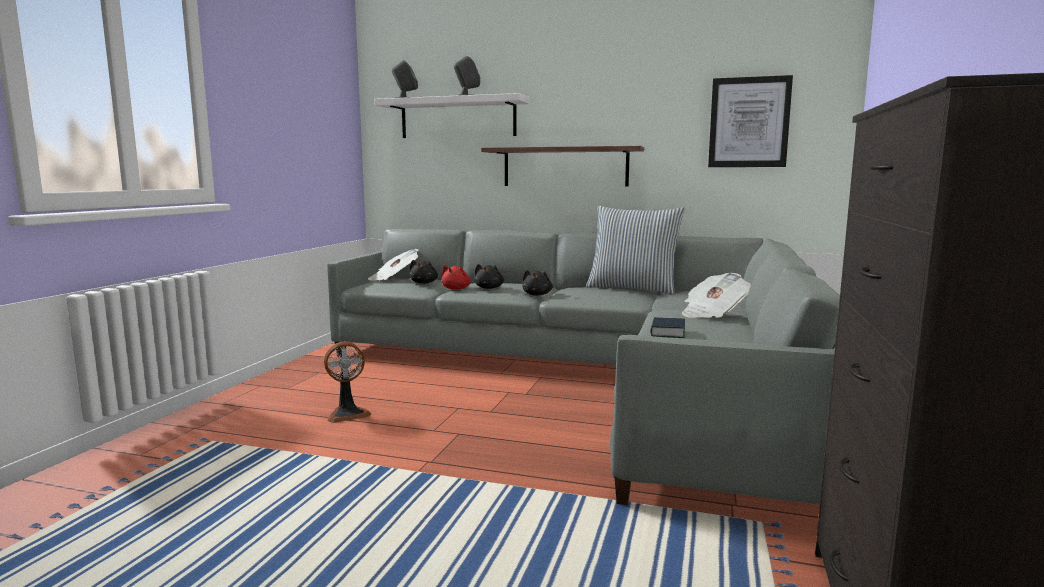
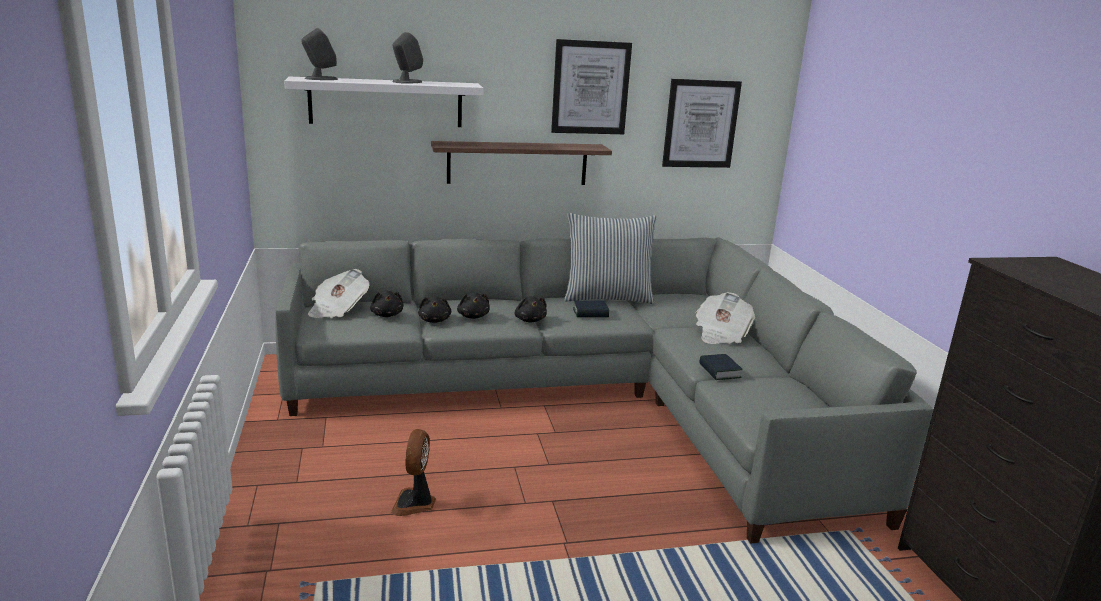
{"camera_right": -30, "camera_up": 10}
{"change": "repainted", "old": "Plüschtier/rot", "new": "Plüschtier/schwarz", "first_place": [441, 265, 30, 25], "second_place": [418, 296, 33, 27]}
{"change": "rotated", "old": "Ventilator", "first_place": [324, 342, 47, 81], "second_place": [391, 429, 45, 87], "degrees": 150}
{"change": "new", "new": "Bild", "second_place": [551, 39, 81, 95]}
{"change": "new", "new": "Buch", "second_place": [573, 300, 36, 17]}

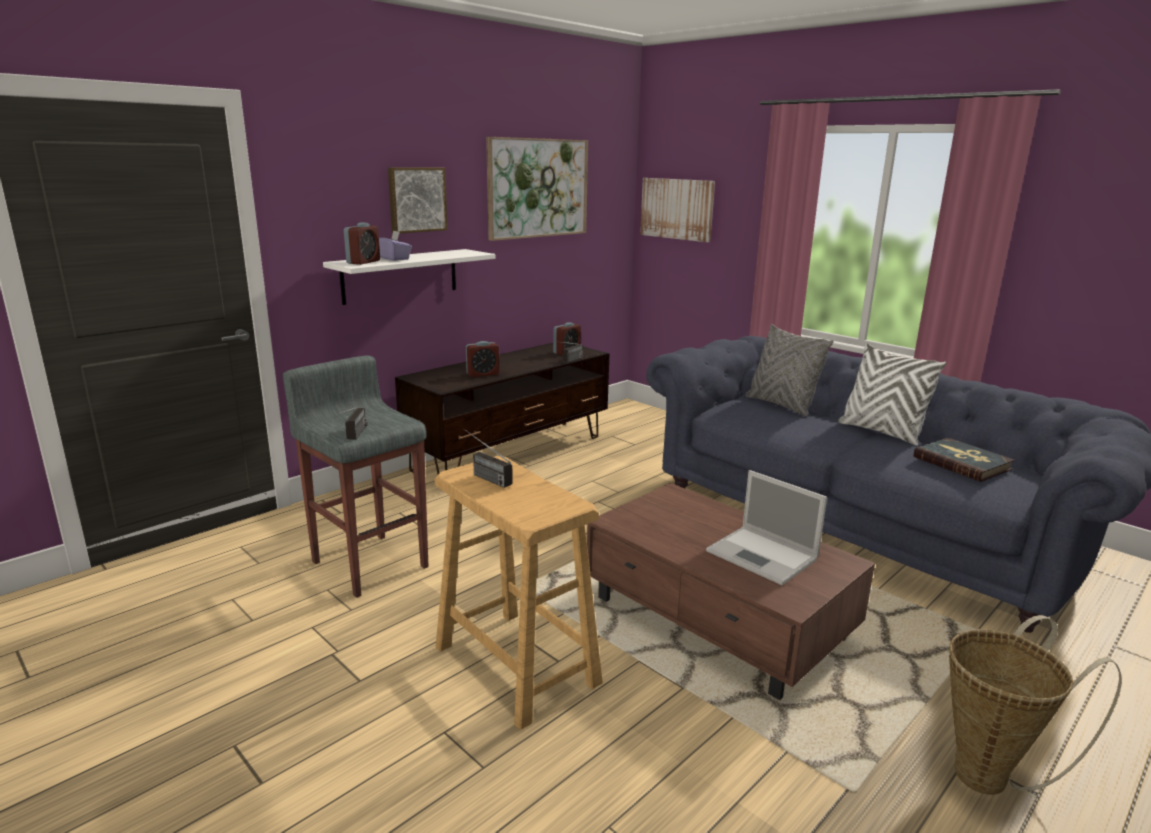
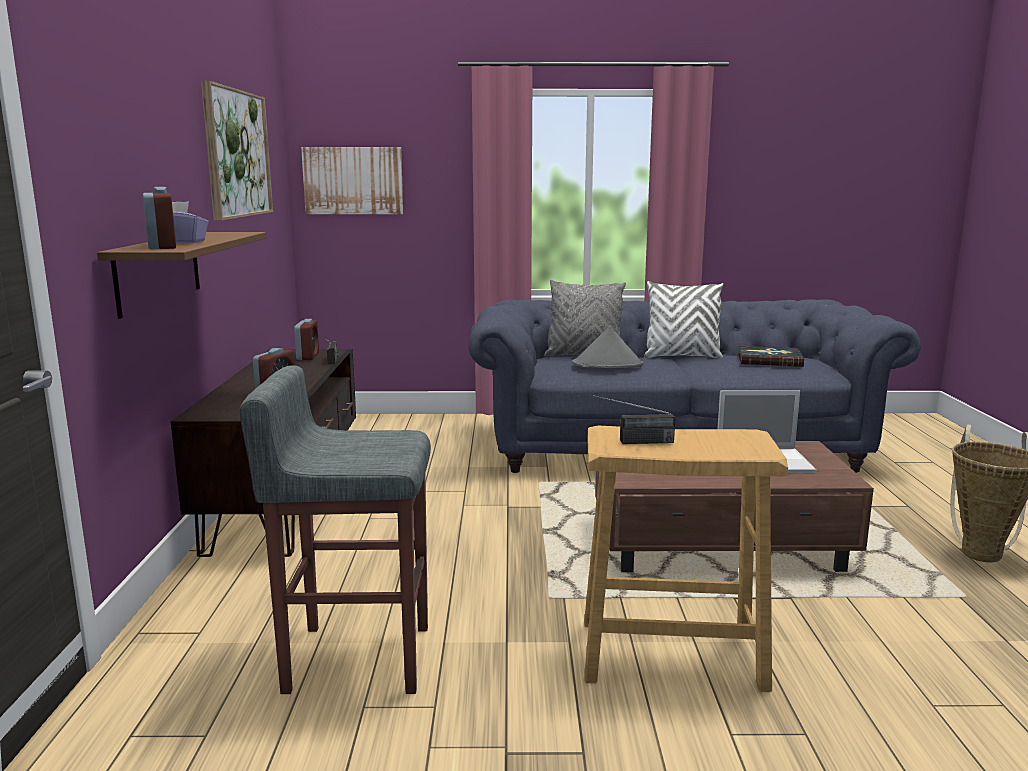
{"camera_right": -45, "camera_up": -5}
{"change": "gone", "old": "Bild", "first_place": [388, 168, 60, 66]}
{"change": "repainted", "old": "Wandregal/weiß", "new": "Wandregal/braun", "first_place": [323, 249, 172, 56], "second_place": [97, 232, 169, 87]}
{"change": "gone", "old": "Radio", "first_place": [338, 407, 30, 33]}
{"change": "new", "new": "Hut/grau", "second_place": [572, 326, 71, 42]}

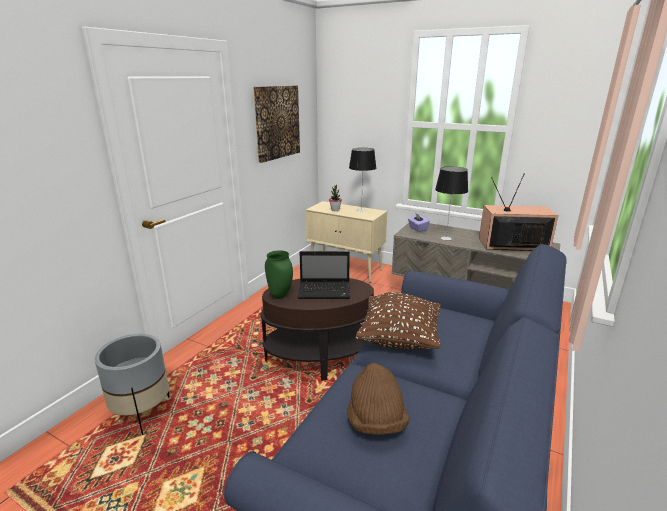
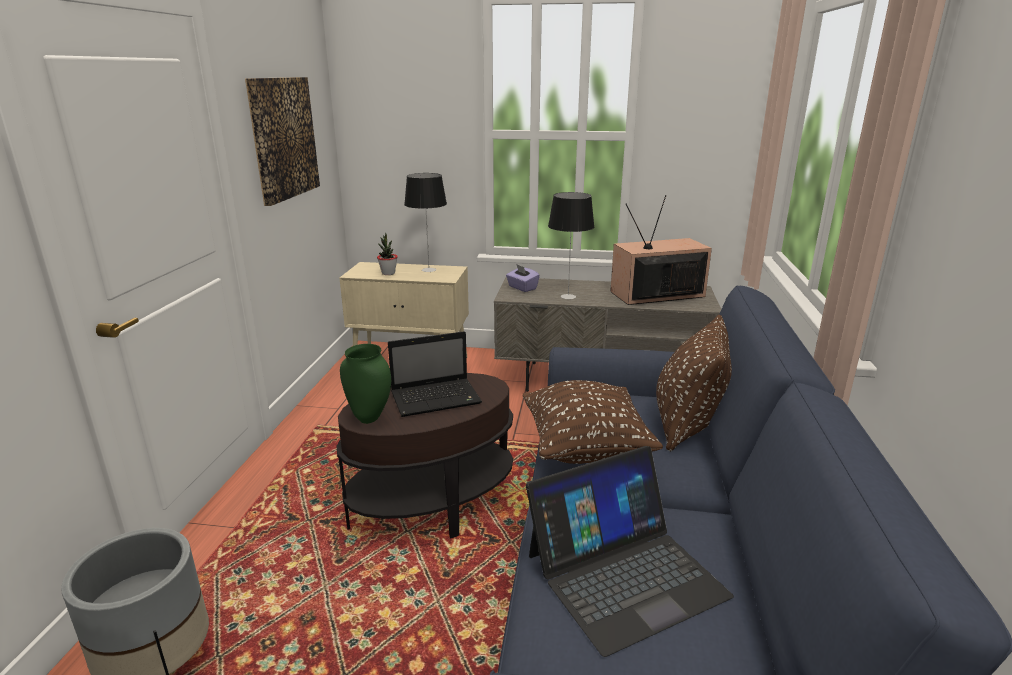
{"camera_right": -20, "camera_up": 0}
{"change": "swapped", "old": "Hut/braun", "new": "Laptop", "first_place": [347, 363, 63, 72], "second_place": [526, 446, 208, 211]}
{"change": "new", "new": "Kissen/braun", "second_place": [656, 314, 76, 137]}

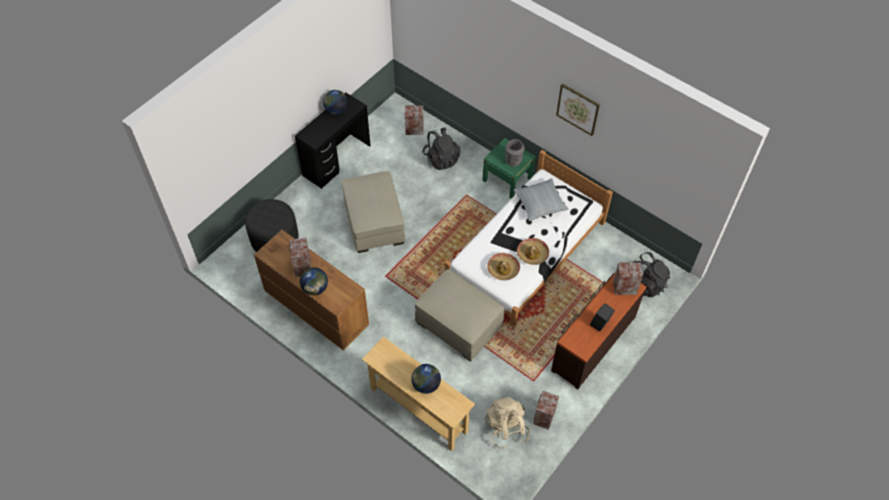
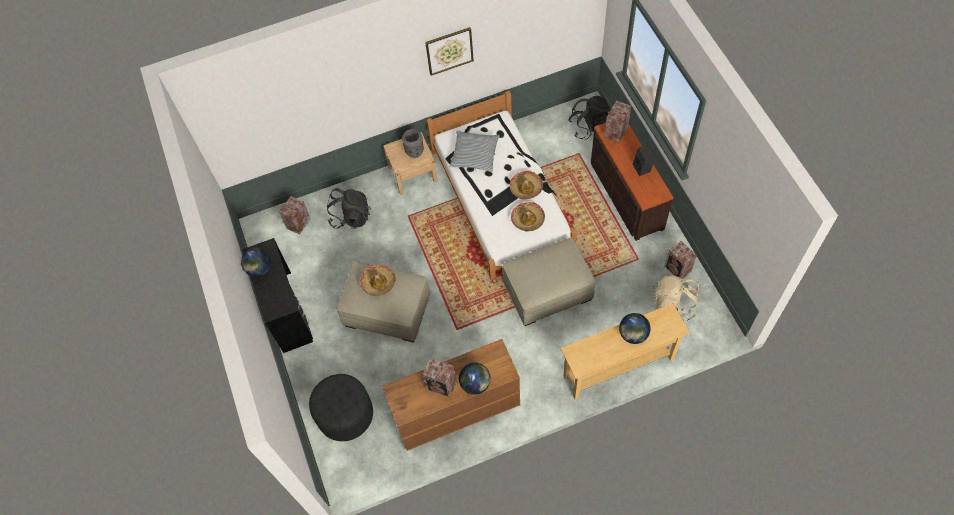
{"camera_right": -55, "camera_up": 5}
{"change": "repainted", "old": "Nachttisch/grün", "new": "Nachttisch/beige", "first_place": [482, 138, 53, 61], "second_place": [383, 132, 55, 63]}
{"change": "new", "new": "Hut", "second_place": [360, 264, 36, 32]}

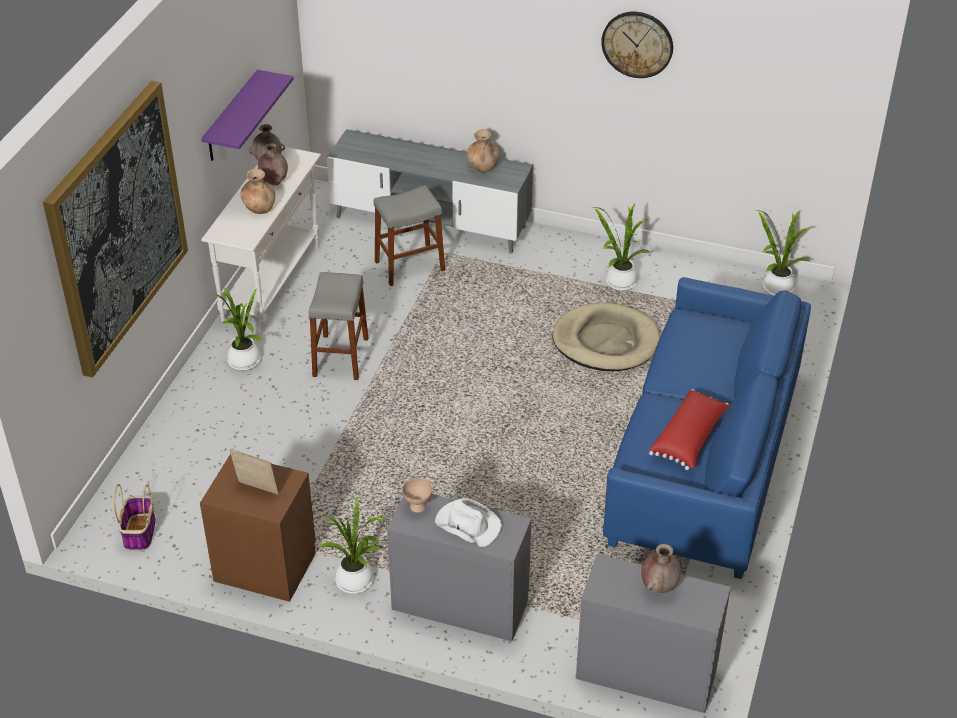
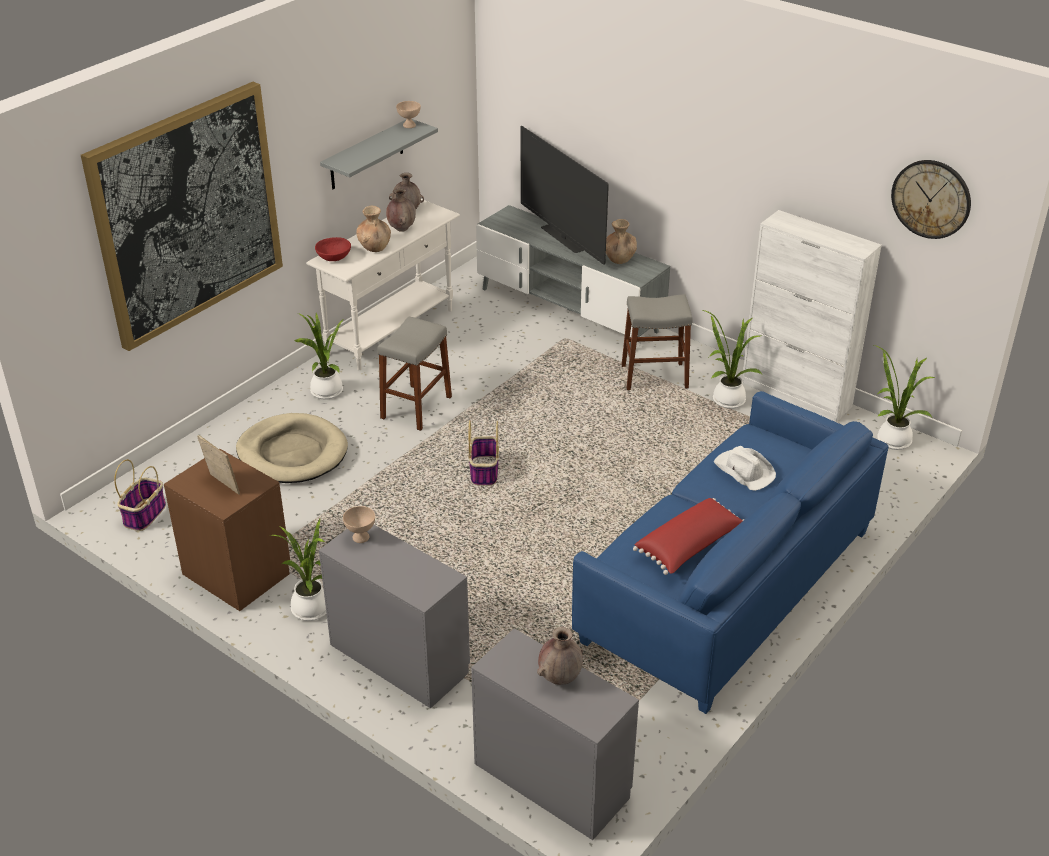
{"camera_right": 20, "camera_up": -5}
{"change": "shifted", "old": "Wanduhr", "first_place": [601, 12, 72, 66], "second_place": [891, 160, 80, 79]}
{"change": "repainted", "old": "Wandregal/lila", "new": "Wandregal/grau", "first_place": [201, 70, 92, 91], "second_place": [320, 119, 118, 70]}
{"change": "shifted", "old": "Hocker/grau", "first_place": [374, 185, 71, 101], "second_place": [621, 294, 72, 96]}
{"change": "shifted", "old": "Hundebett/beige", "first_place": [552, 303, 108, 68], "second_place": [236, 413, 112, 70]}
{"change": "shifted", "old": "Hut/weiß", "first_place": [435, 498, 67, 49], "second_place": [714, 446, 62, 45]}
{"change": "new", "new": "Schüssel/beige", "second_place": [396, 101, 25, 27]}
{"change": "new", "new": "Fernseher", "second_place": [521, 126, 88, 139]}
{"change": "new", "new": "Schrank/weiß", "second_place": [742, 210, 140, 212]}
{"change": "new", "new": "Schüssel/rot", "second_place": [315, 237, 36, 24]}
{"change": "new", "new": "Korb", "second_place": [468, 420, 31, 66]}

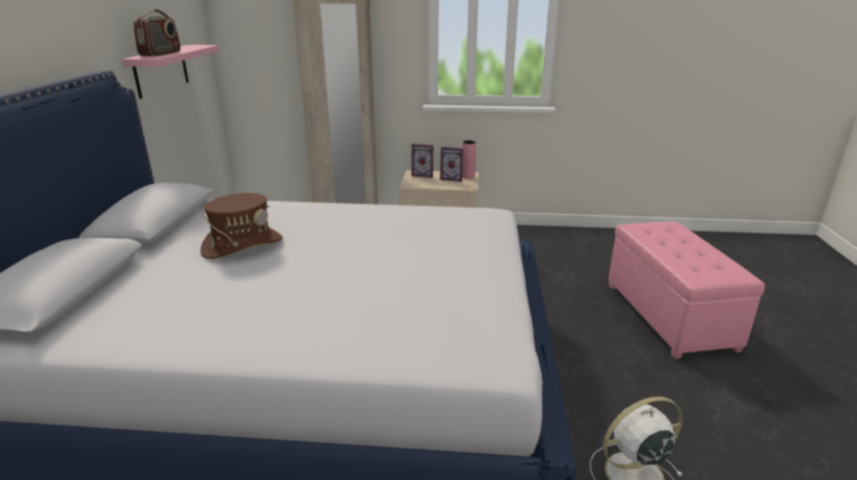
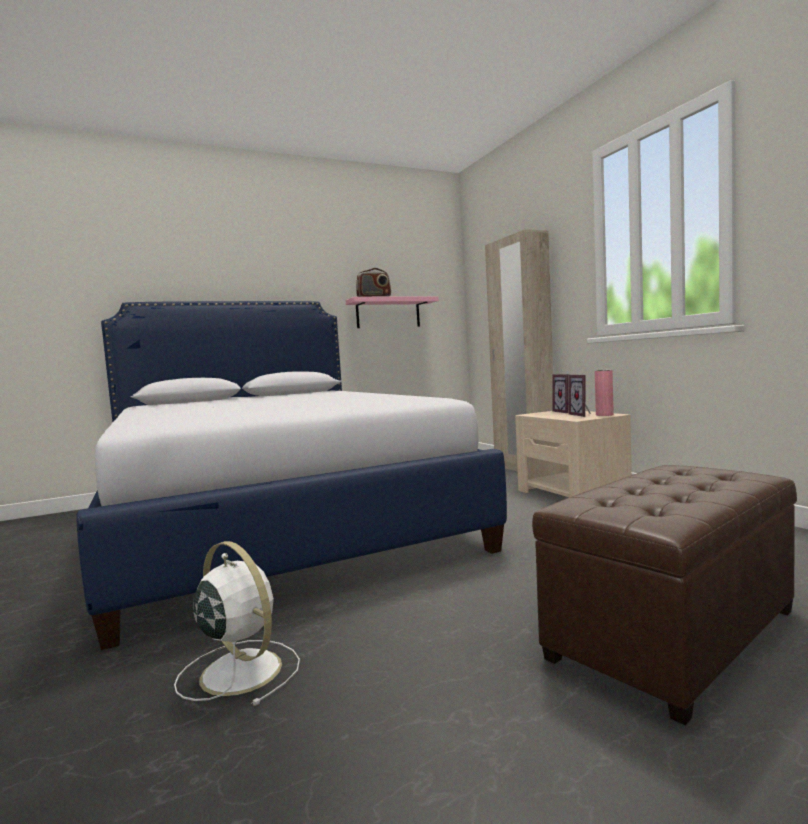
{"camera_right": 60, "camera_up": -20}
{"change": "gone", "old": "Hut/braun", "first_place": [201, 193, 82, 66]}
{"change": "repainted", "old": "Polsterhocker/rosa", "new": "Polsterhocker/braun", "first_place": [608, 222, 157, 137], "second_place": [532, 465, 265, 260]}

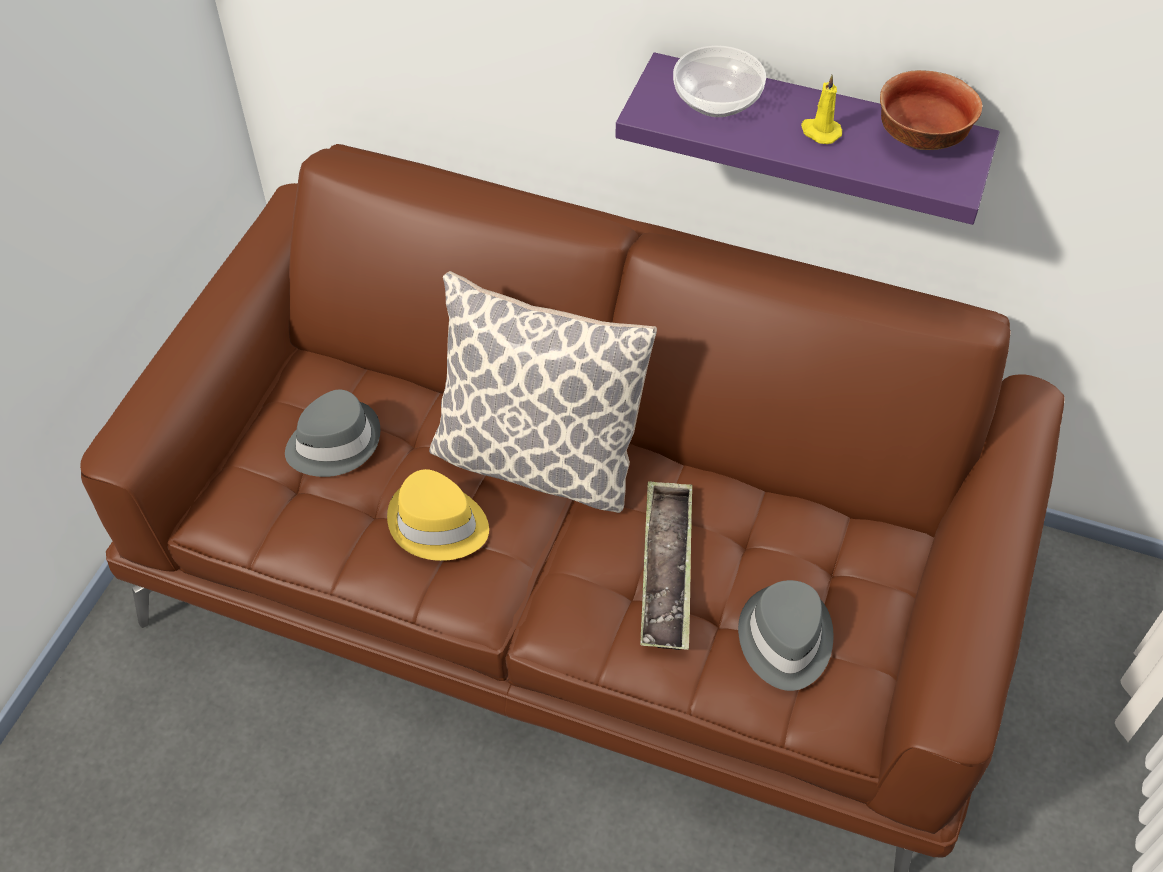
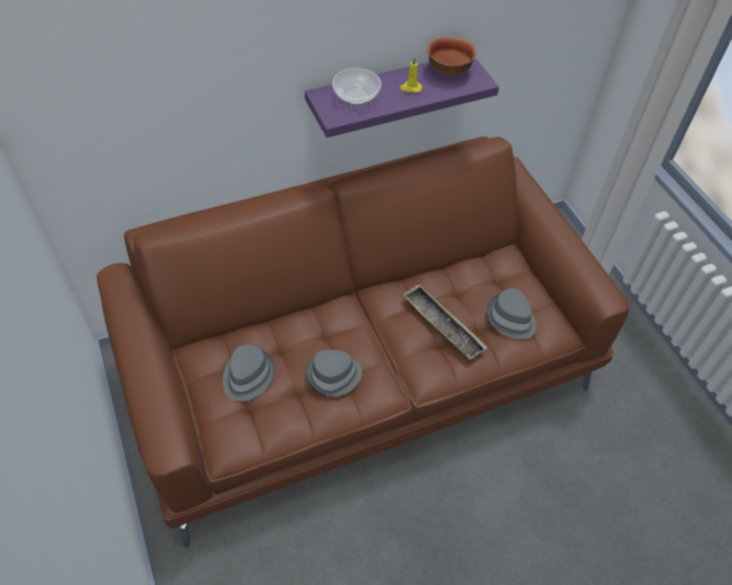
{"camera_right": -45, "camera_up": 0}
{"change": "gone", "old": "Kissen", "first_place": [429, 271, 228, 242]}
{"change": "repainted", "old": "Hut/gelb", "new": "Hut/grau", "first_place": [387, 469, 102, 92], "second_place": [305, 350, 57, 47]}

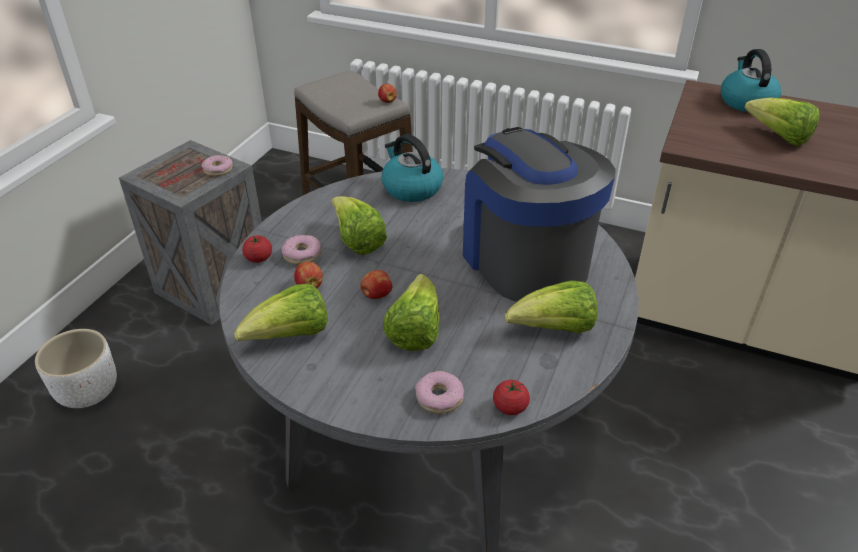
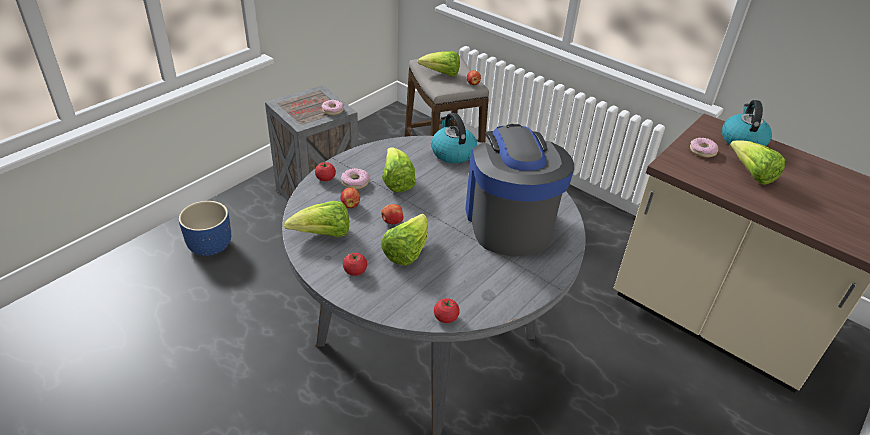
{"camera_right": 15, "camera_up": 0}
{"change": "shifted", "old": "Salatkopf", "first_place": [505, 280, 92, 53], "second_place": [418, 51, 42, 26]}
{"change": "repainted", "old": "Pflanzkübel/weiß", "new": "Pflanzkübel/blau", "first_place": [35, 329, 82, 79], "second_place": [179, 201, 52, 55]}
{"change": "shifted", "old": "Donut", "first_place": [415, 371, 49, 43], "second_place": [690, 138, 28, 19]}
{"change": "new", "new": "Tomate", "second_place": [343, 253, 24, 23]}

